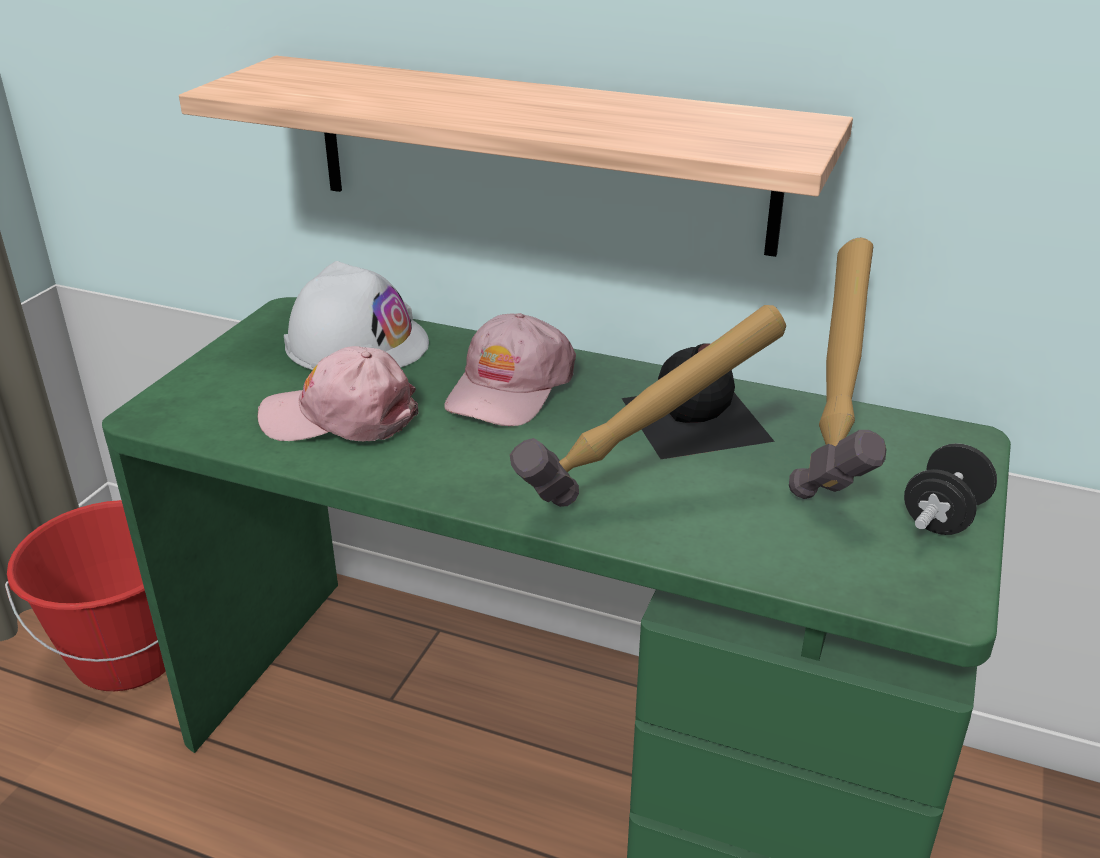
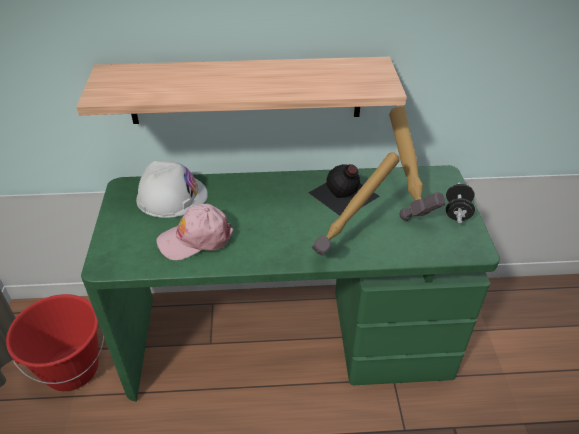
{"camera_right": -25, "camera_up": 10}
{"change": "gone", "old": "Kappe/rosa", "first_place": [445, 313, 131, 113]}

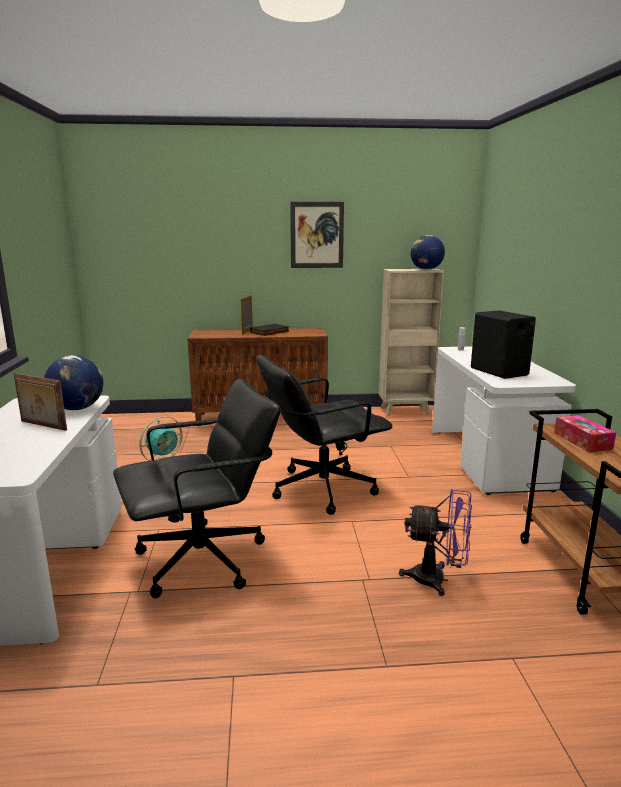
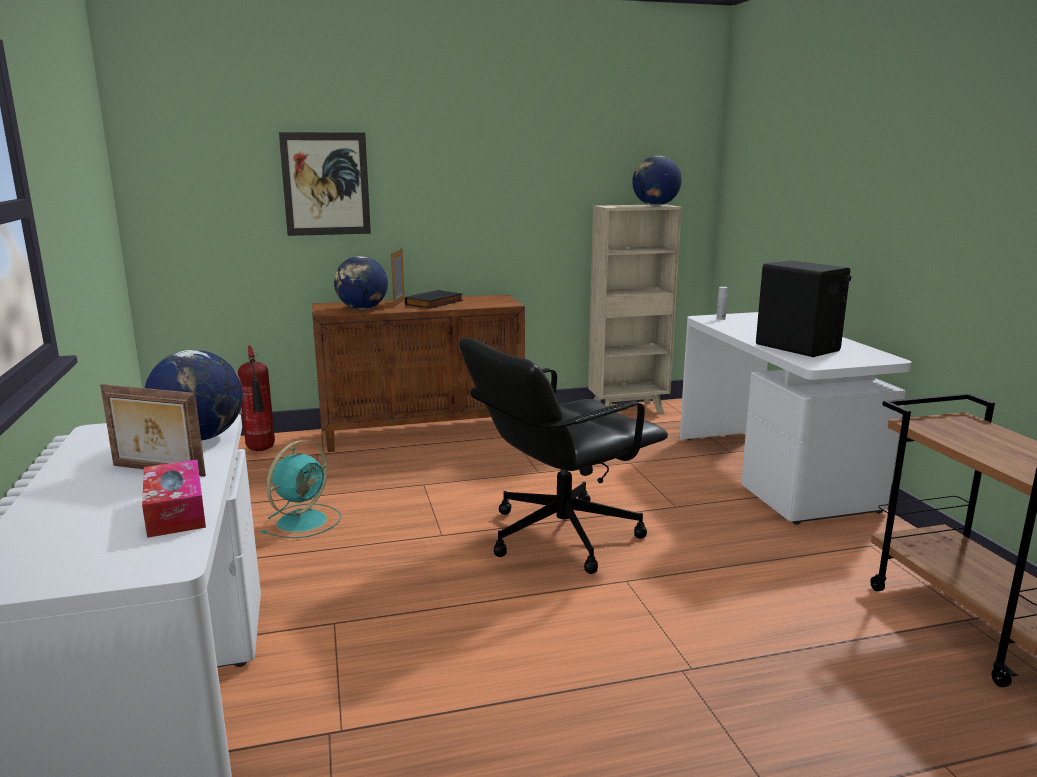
{"camera_right": -10, "camera_up": 0}
{"change": "shifted", "old": "Bild", "first_place": [290, 202, 54, 66], "second_place": [279, 132, 92, 104]}
{"change": "gone", "old": "Bürostuhl/schwarz", "first_place": [113, 378, 168, 220]}
{"change": "shifted", "old": "Taschentuchbox", "first_place": [554, 415, 62, 37], "second_place": [142, 459, 64, 79]}
{"change": "gone", "old": "Ventilator/lila", "first_place": [399, 489, 73, 107]}
{"change": "new", "new": "Globus", "second_place": [334, 256, 54, 54]}
{"change": "new", "new": "Feuerlöscher", "second_place": [238, 346, 37, 105]}

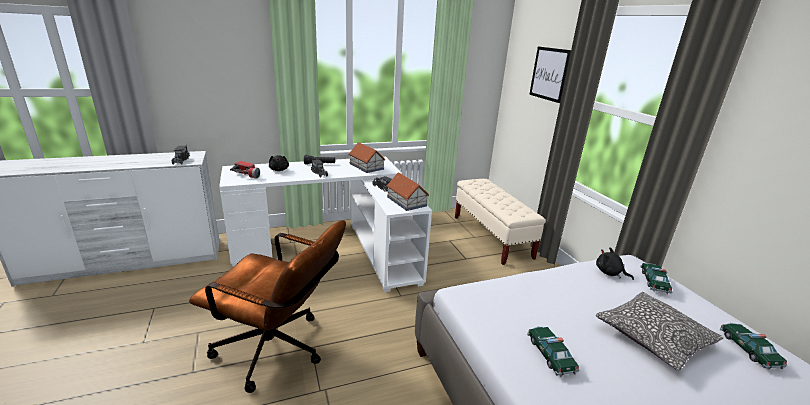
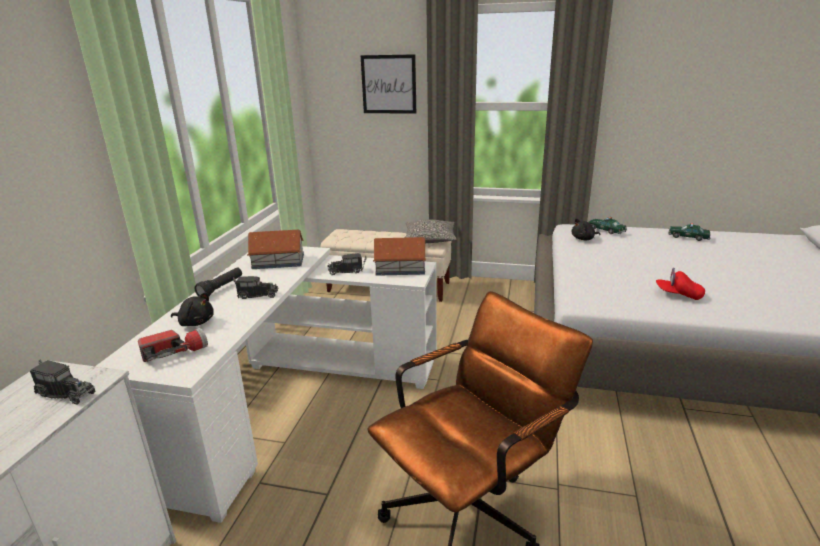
{"camera_right": -55, "camera_up": 0}
{"change": "shifted", "old": "Kissen", "first_place": [596, 292, 127, 78], "second_place": [404, 219, 52, 24]}
{"change": "swapped", "old": "Spielzeugauto", "new": "Kappe/rot", "first_place": [527, 327, 52, 50], "second_place": [656, 268, 49, 32]}

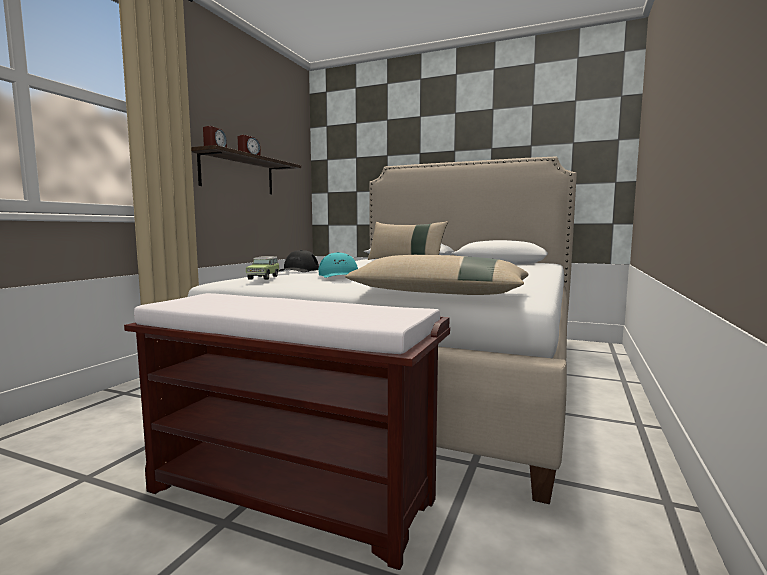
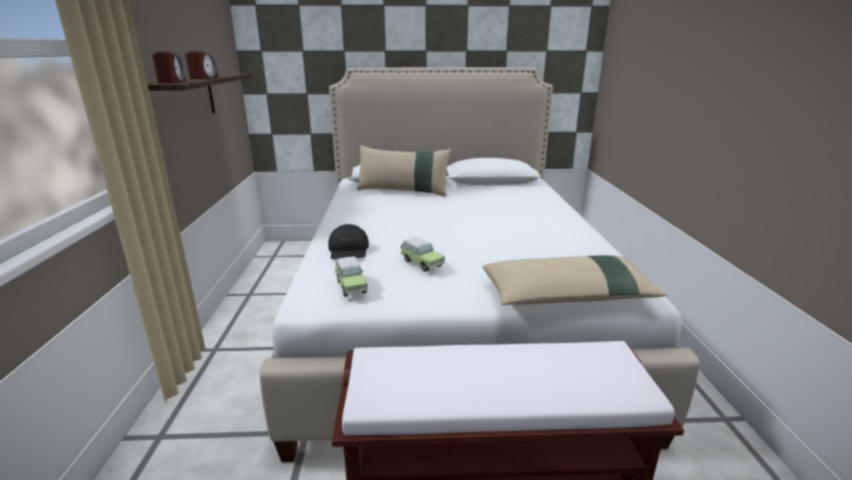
{"camera_right": -25, "camera_up": 15}
{"change": "swapped", "old": "Kappe/türkis", "new": "Spielzeugauto", "first_place": [318, 252, 40, 26], "second_place": [401, 237, 44, 35]}

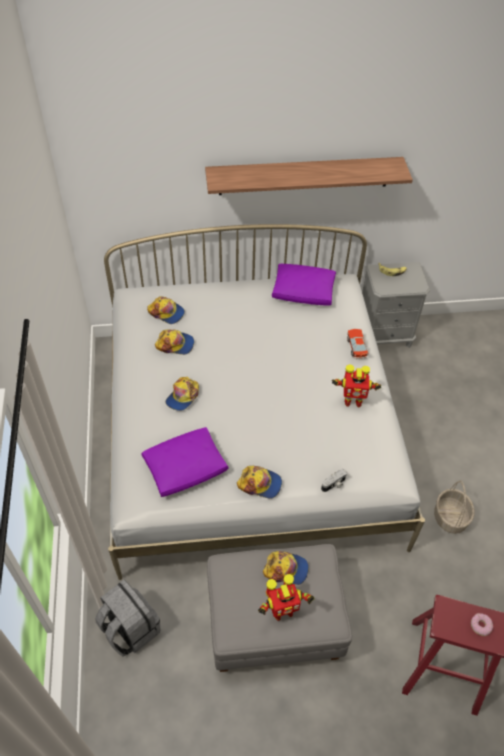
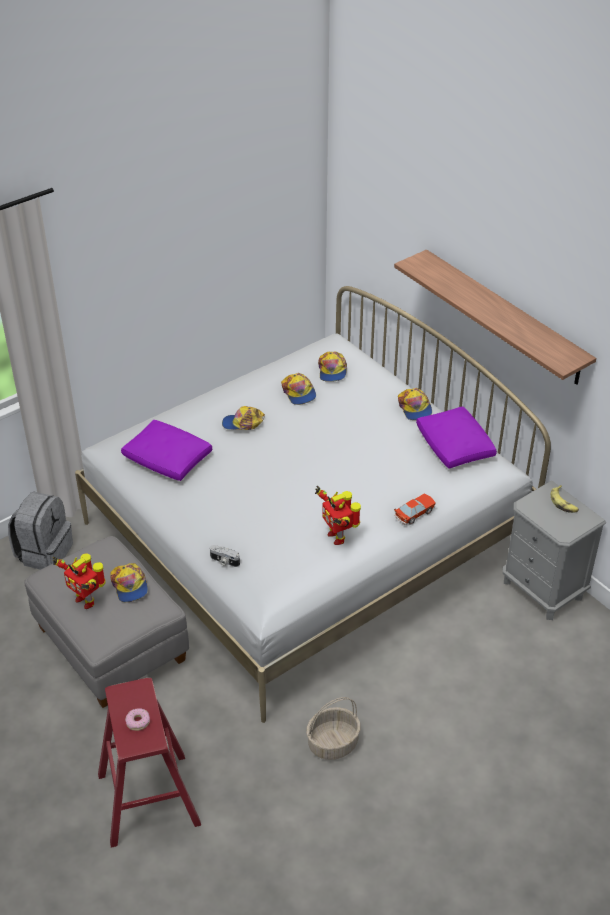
{"camera_right": 60, "camera_up": -10}
{"change": "shifted", "old": "Kappe", "first_place": [237, 466, 45, 33], "second_place": [398, 388, 34, 32]}

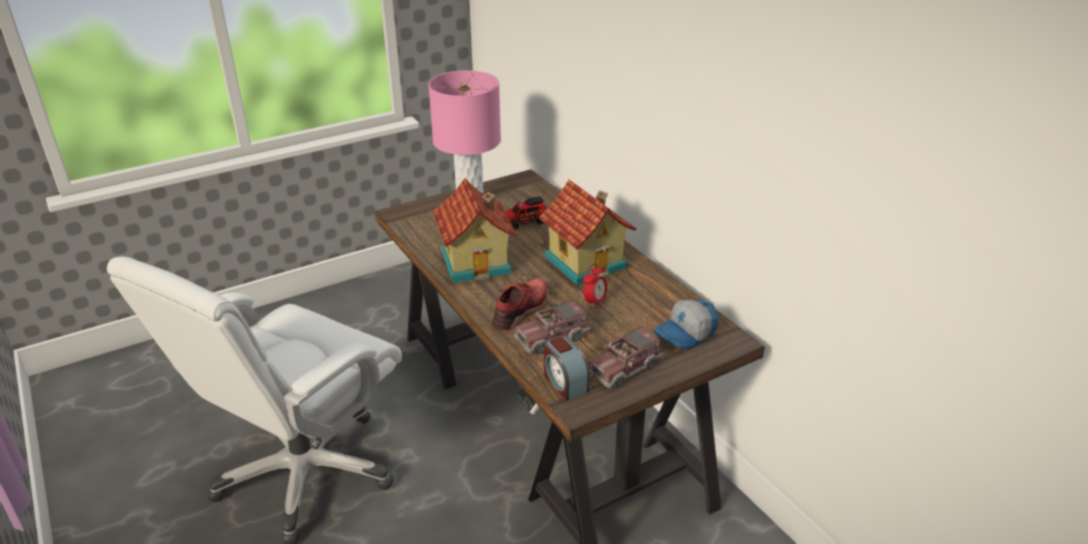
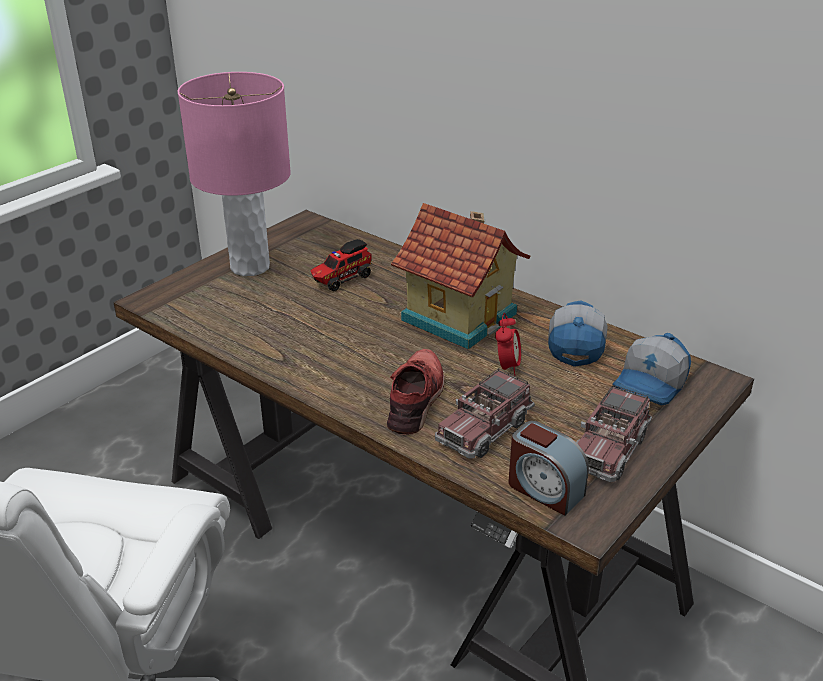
{"camera_right": -20, "camera_up": 0}
{"change": "gone", "old": "Spielzeughaus", "first_place": [432, 178, 85, 105]}
{"change": "new", "new": "Kappe", "second_place": [548, 300, 60, 67]}

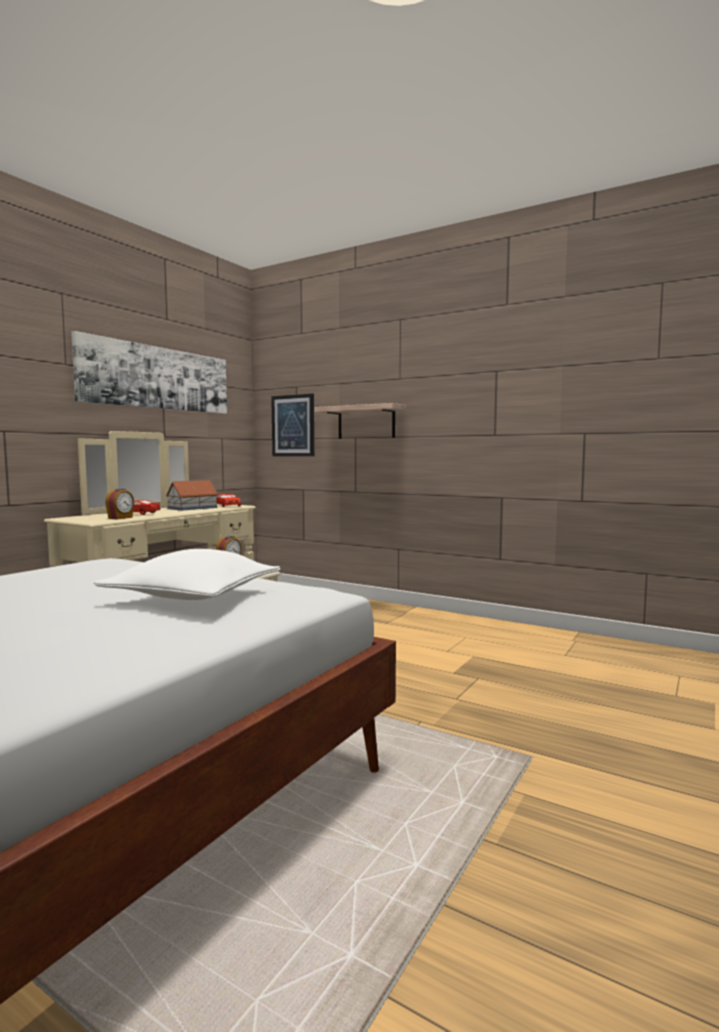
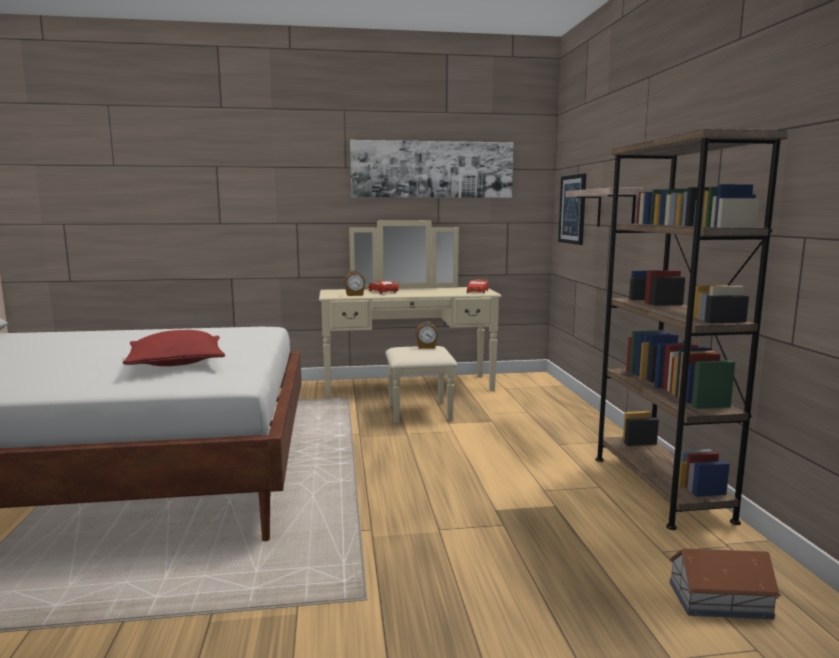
{"camera_right": 50, "camera_up": 5}
{"change": "shifted", "old": "Spielzeughaus", "first_place": [166, 480, 53, 31], "second_place": [669, 549, 113, 70]}
{"change": "repainted", "old": "Kissen/weiß", "new": "Kissen/rot", "first_place": [94, 549, 187, 51], "second_place": [122, 330, 103, 36]}
{"change": "new", "new": "Bücherregal/braun", "second_place": [596, 129, 192, 401]}

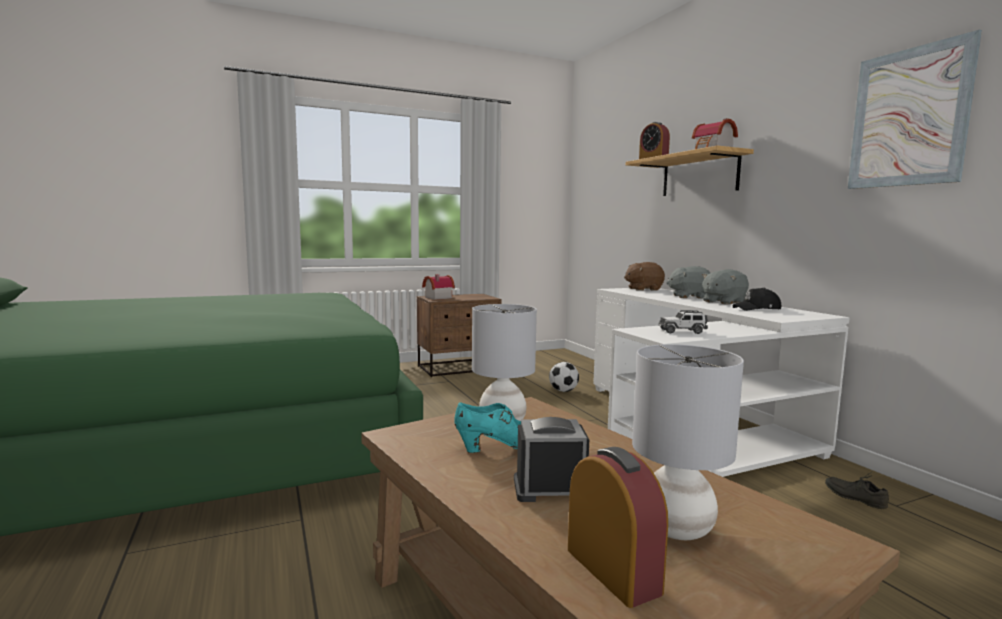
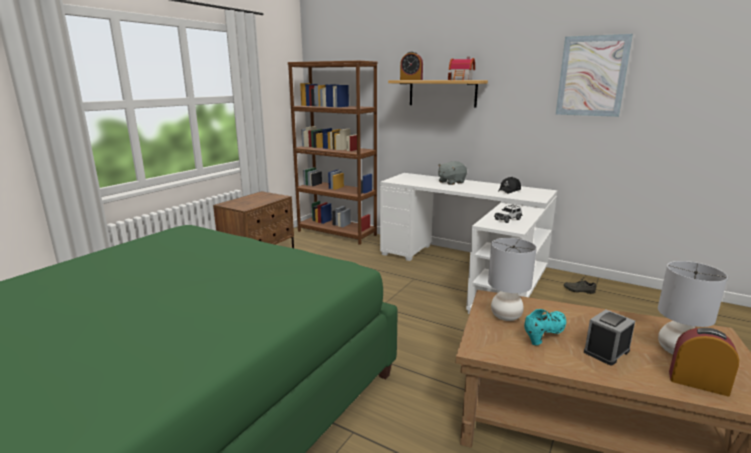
{"camera_right": -35, "camera_up": 10}
{"change": "gone", "old": "Plüschtier/braun", "first_place": [624, 262, 41, 29]}
{"change": "gone", "old": "Plüschtier/grau", "first_place": [702, 269, 47, 36]}
{"change": "gone", "old": "Spielzeughaus", "first_place": [422, 274, 33, 26]}
{"change": "gone", "old": "Fußball", "first_place": [549, 362, 30, 30]}
{"change": "new", "new": "Bücherregal/braun", "second_place": [288, 60, 90, 185]}

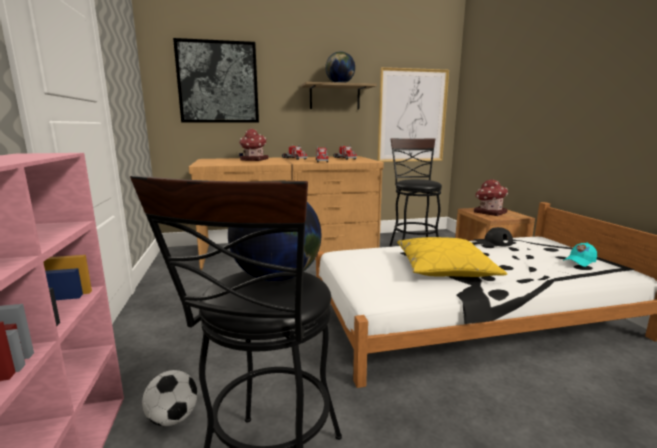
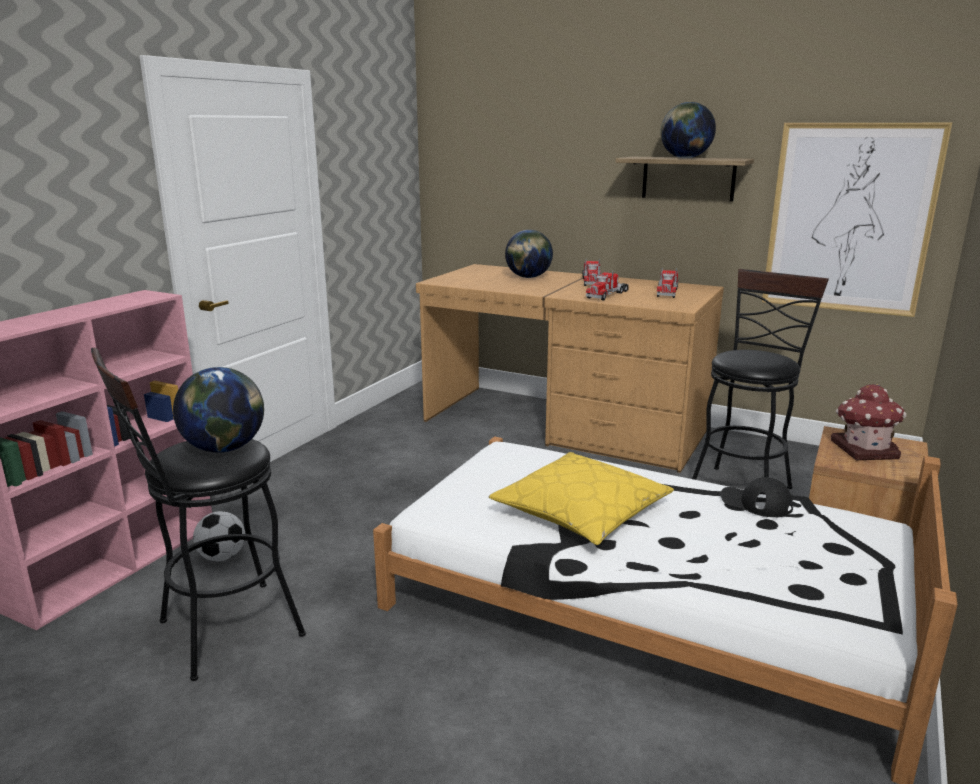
{"camera_right": 40, "camera_up": 5}
{"change": "gone", "old": "Bild", "first_place": [173, 38, 86, 85]}
{"change": "swapped", "old": "Spielzeughaus", "new": "Globus", "first_place": [239, 129, 29, 32], "second_place": [505, 230, 48, 48]}
{"change": "gone", "old": "Kappe/türkis", "first_place": [563, 242, 34, 25]}

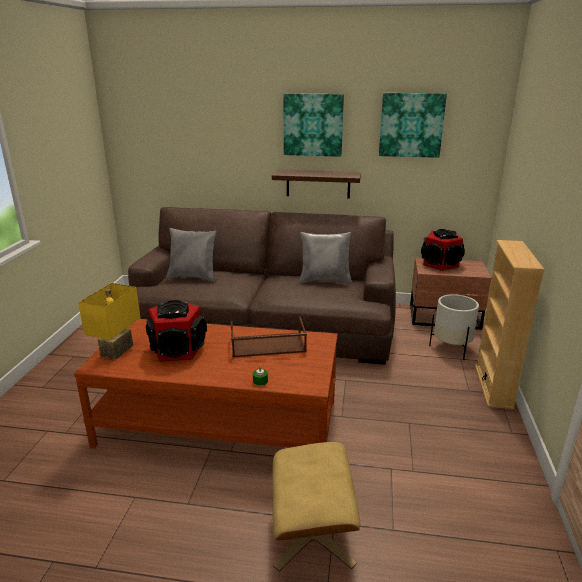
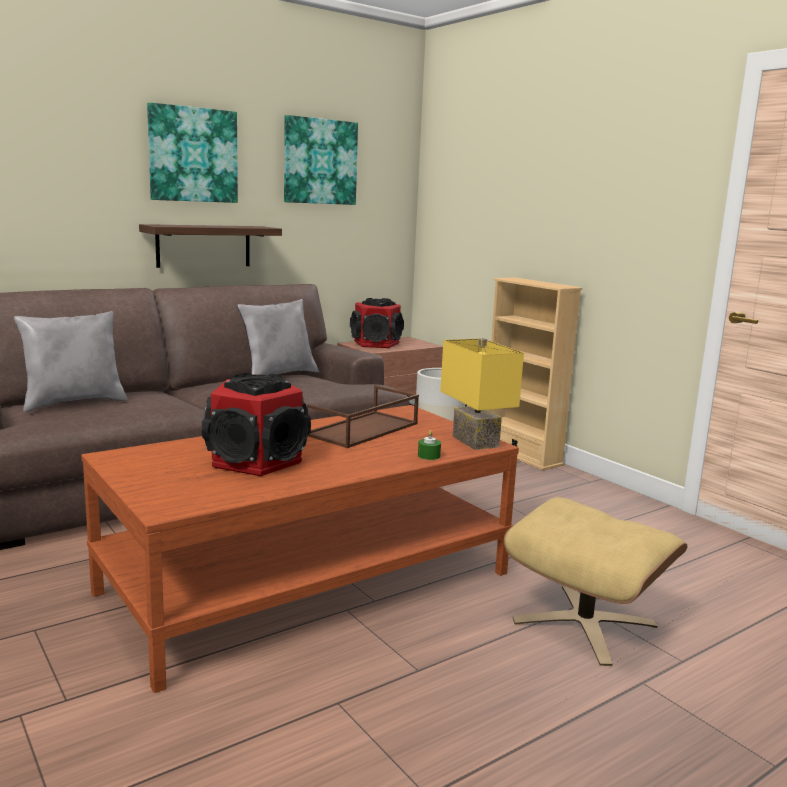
{"camera_right": -45, "camera_up": -10}
{"change": "shifted", "old": "Tischlampe/gelb", "first_place": [78, 283, 62, 77], "second_place": [440, 338, 84, 112]}

